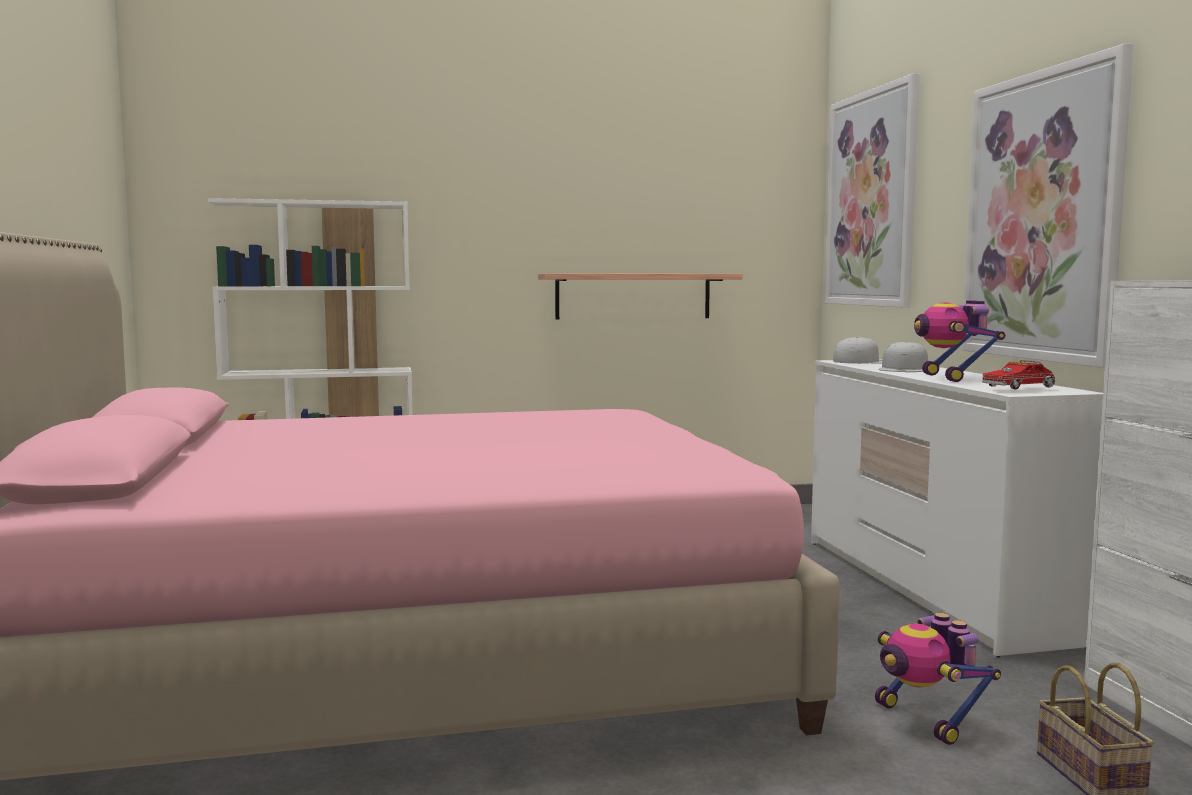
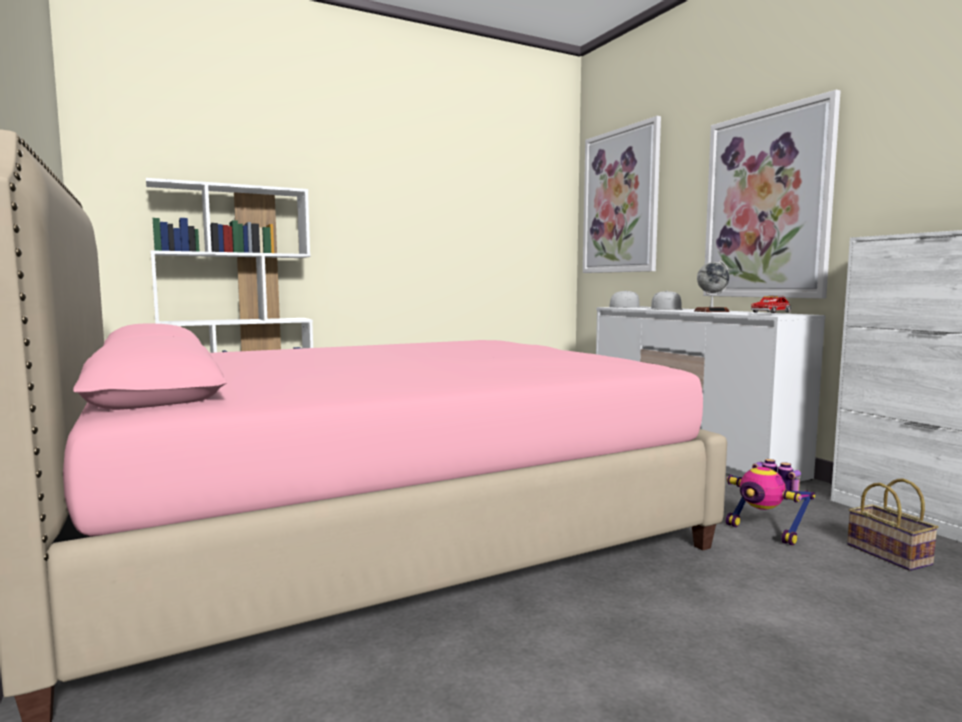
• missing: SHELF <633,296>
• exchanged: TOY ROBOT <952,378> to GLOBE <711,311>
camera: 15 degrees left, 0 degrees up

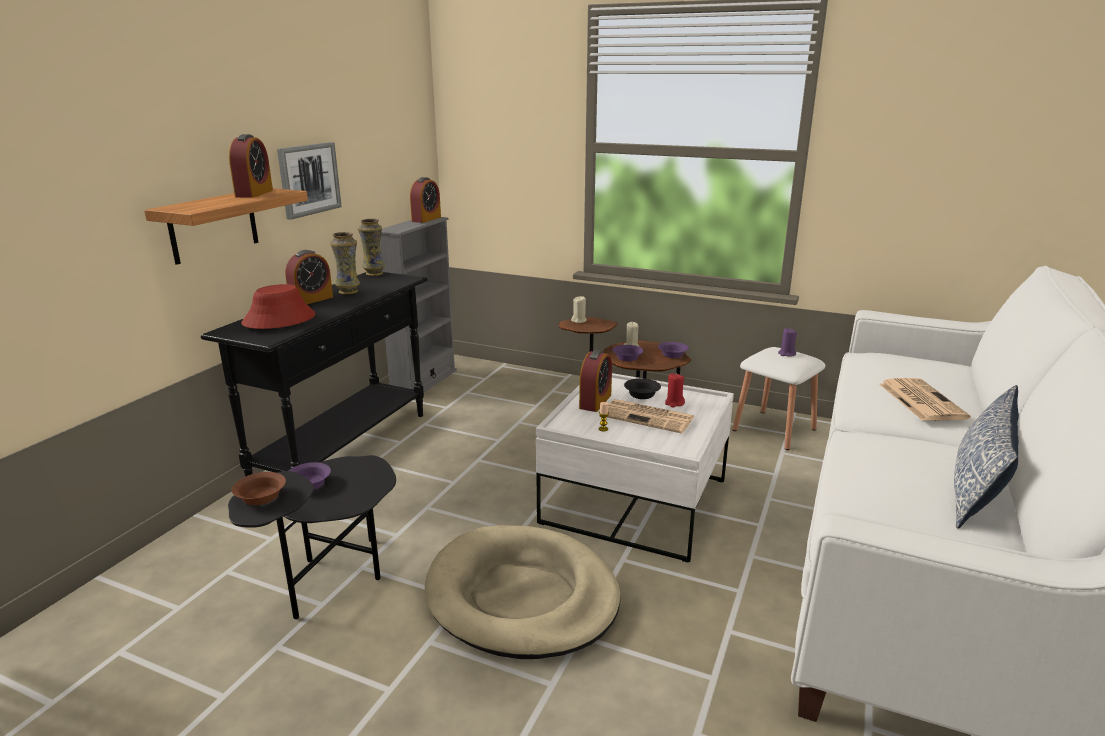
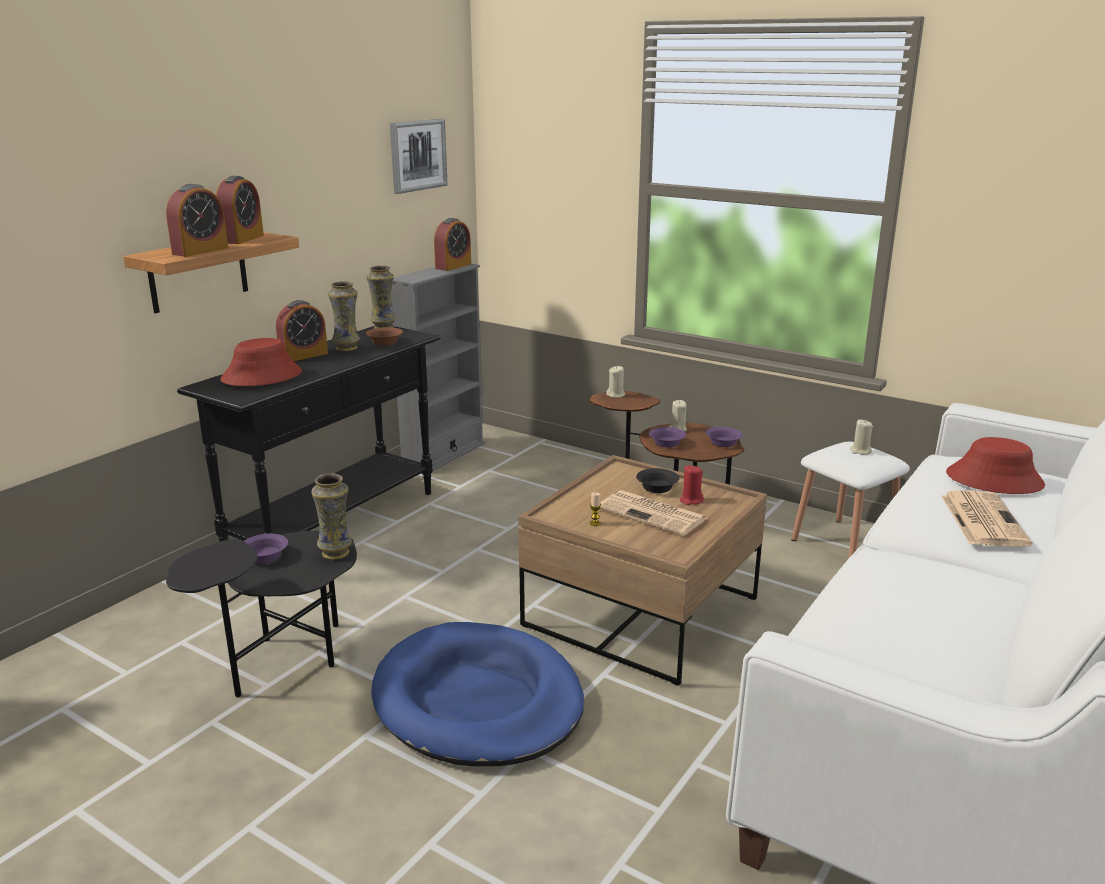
• relocated: BROWN BOWL <260,498> to <384,342>
• relocated: PICTURE <309,179> to <417,155>
• colour: BEIGE DOG BED <522,596> to BLUE DOG BED <478,701>
• colour: WHITE COFFEE TABLE <635,501> to BROWN COFFEE TABLE <641,612>
• relocated: ALARM CLOCK <595,401> to <200,251>
• colour: PURPLE CANDLE <786,354> to BEIGE CANDLE <860,451>
• missing: PILLOW <977,485>
• appeared: VASE <336,553>
• appeared: RED HAT <994,479>
camera: 10 degrees right, 0 degrees up

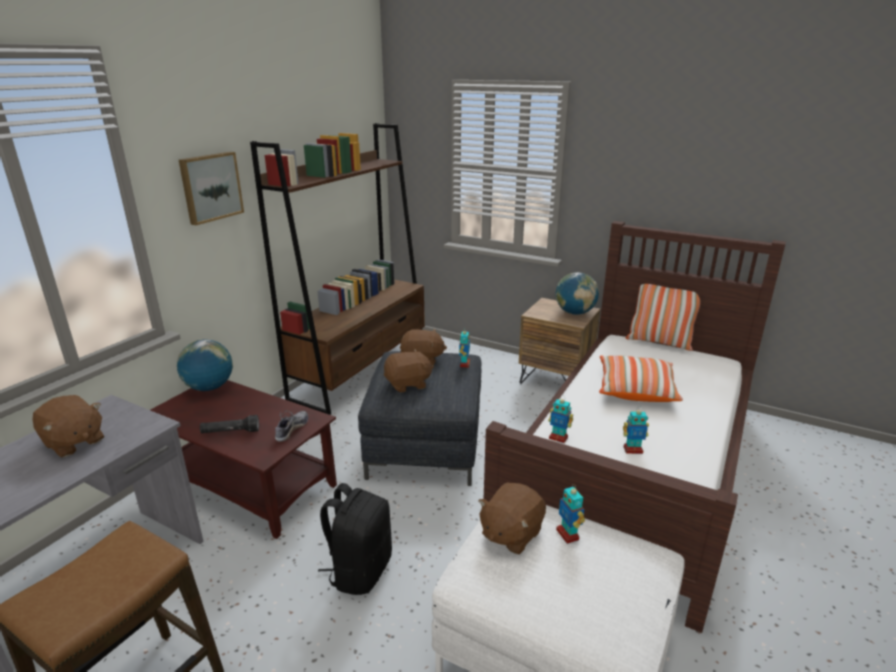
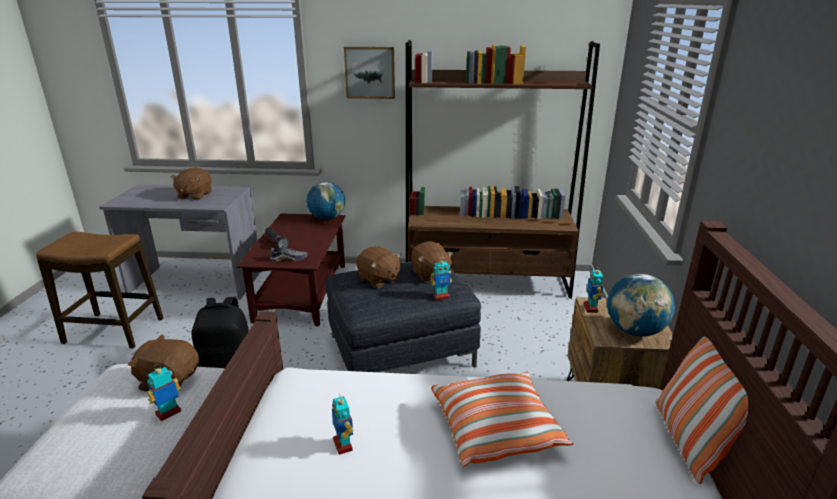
• relocated: TOY ROBOT <558,438> to <591,308>
camera: 65 degrees right, 0 degrees up

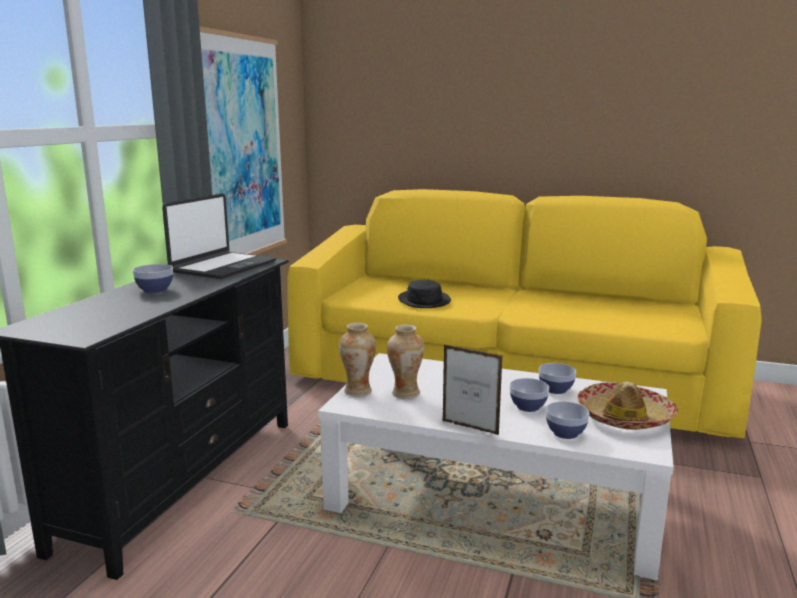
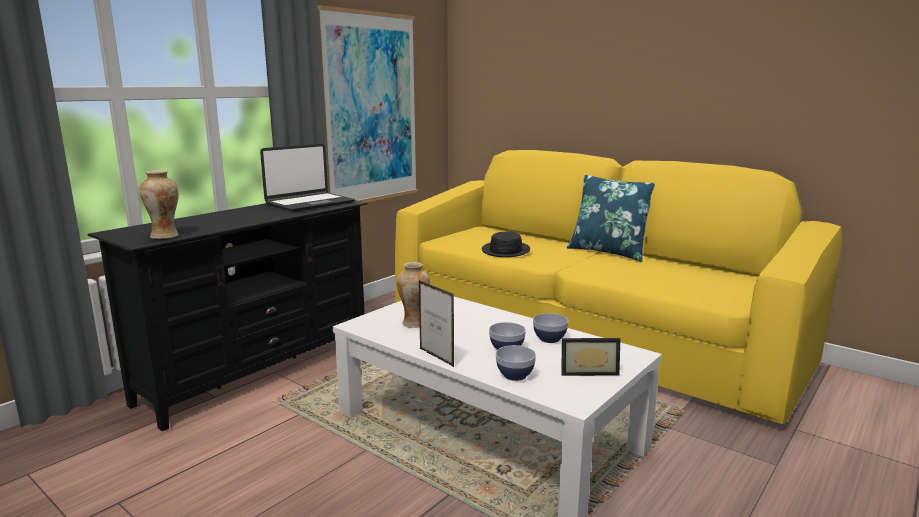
• missing: BOWL <155,290>
• relocated: VASE <358,391> to <165,236>
• exchanged: HAT <625,417> to PICTURE FRAME <588,371>
• appeared: BLUE PILLOW <609,252>
camera: 20 degrees right, 0 degrees up

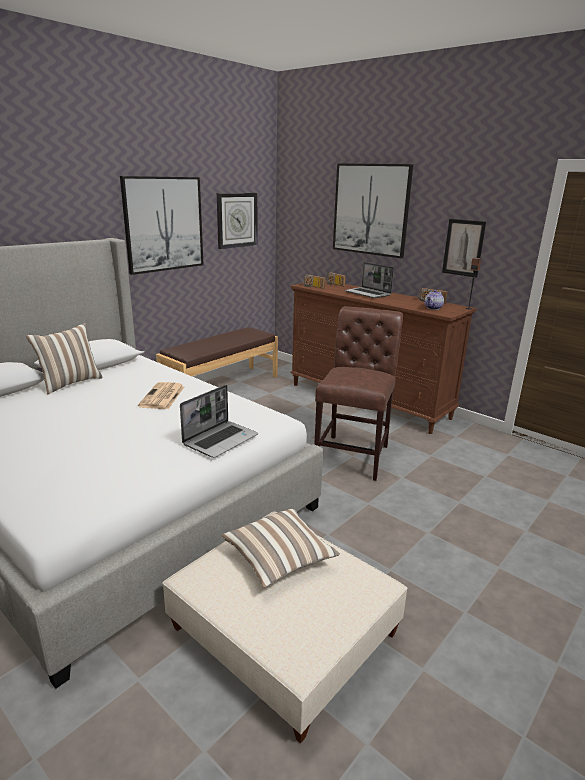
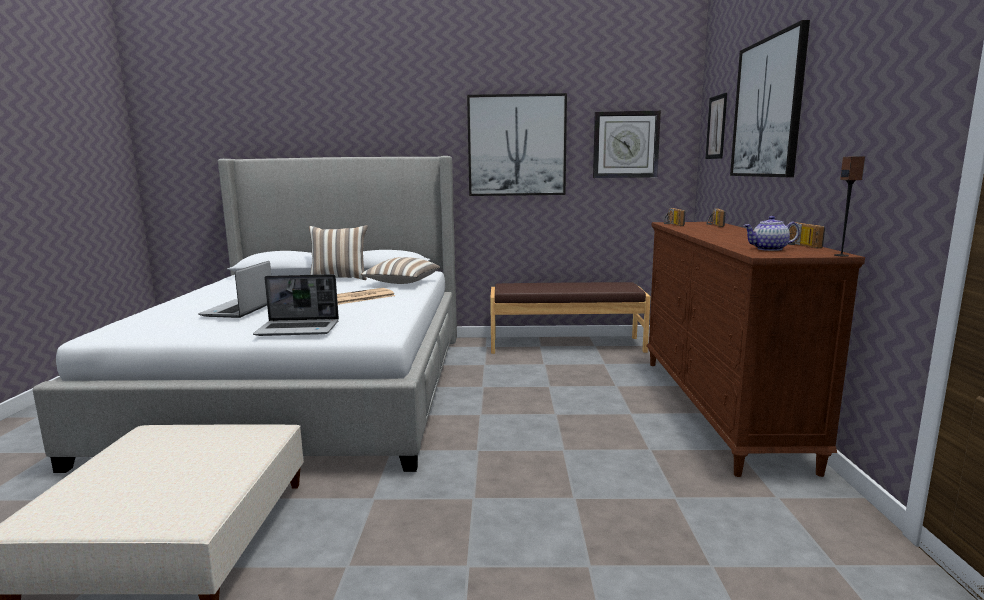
• relocated: PILLOW <279,559> to <401,283>
• missing: BROWN CHAIR <354,454>
• relocated: LAPTOP <368,294> to <238,310>
• relocated: PICTURE <463,248> to <716,127>
camera: 50 degrees right, 10 degrees down

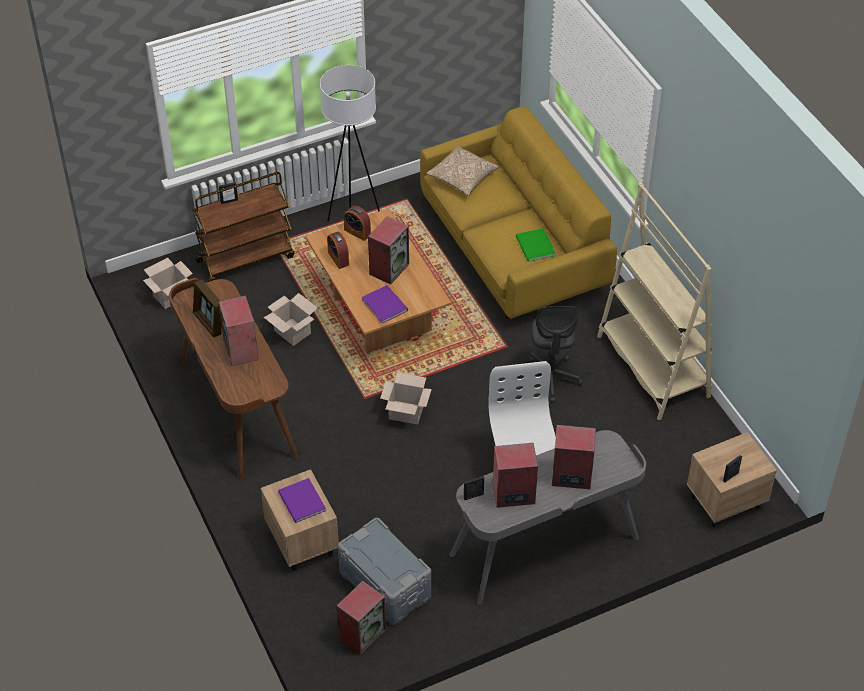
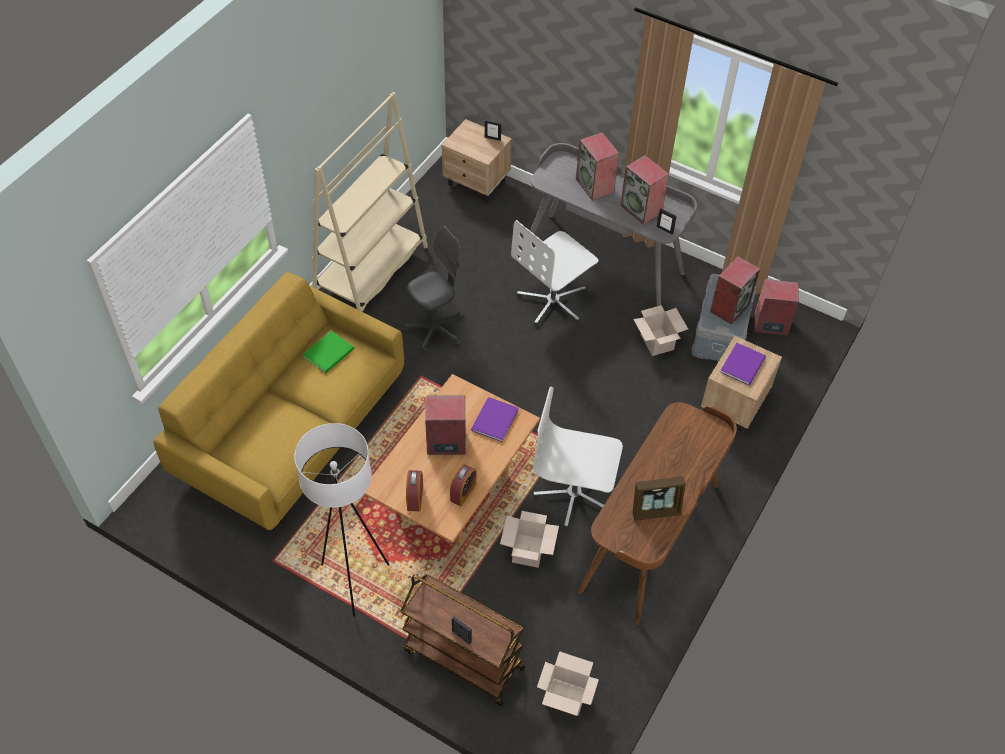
• spun: PICTURE FRAME <209,323> = <655,511> 60 degrees clockwise
• relocated: SPEAKER <241,350> to <729,307>
• relocated: CARDBOARD BOX <405,413> to <658,342>
• missing: PILLOW <462,178>
• appeared: WHITE OFFICE CHAIR <574,494>
camera: 125 degrees left, 5 degrees up

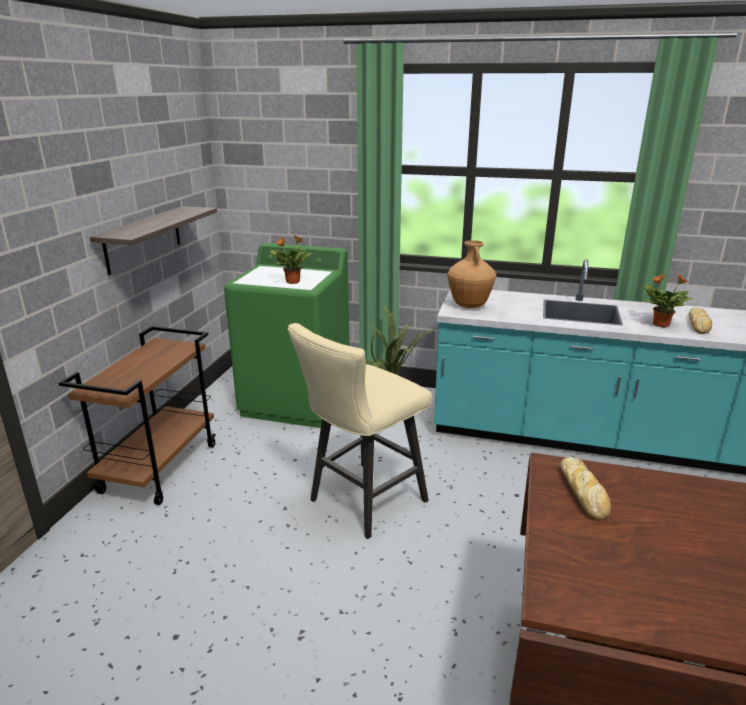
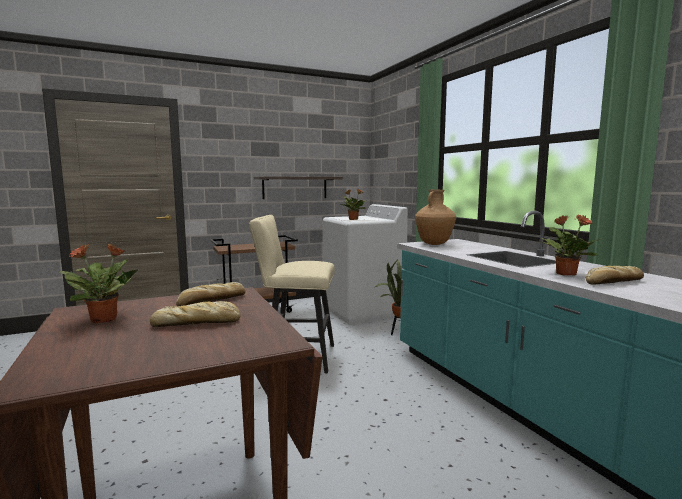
• colour: GREEN WASHING MACHINE <296,401> to WHITE WASHING MACHINE <363,311>
• appeared: POTTED PLANT <105,319>
• appeared: BREAD <198,323>
camera: 50 degrees right, 15 degrees down

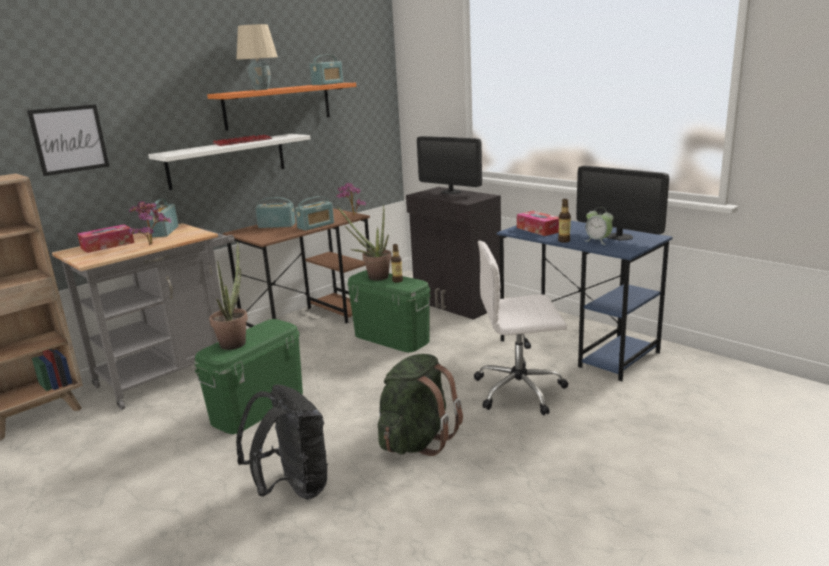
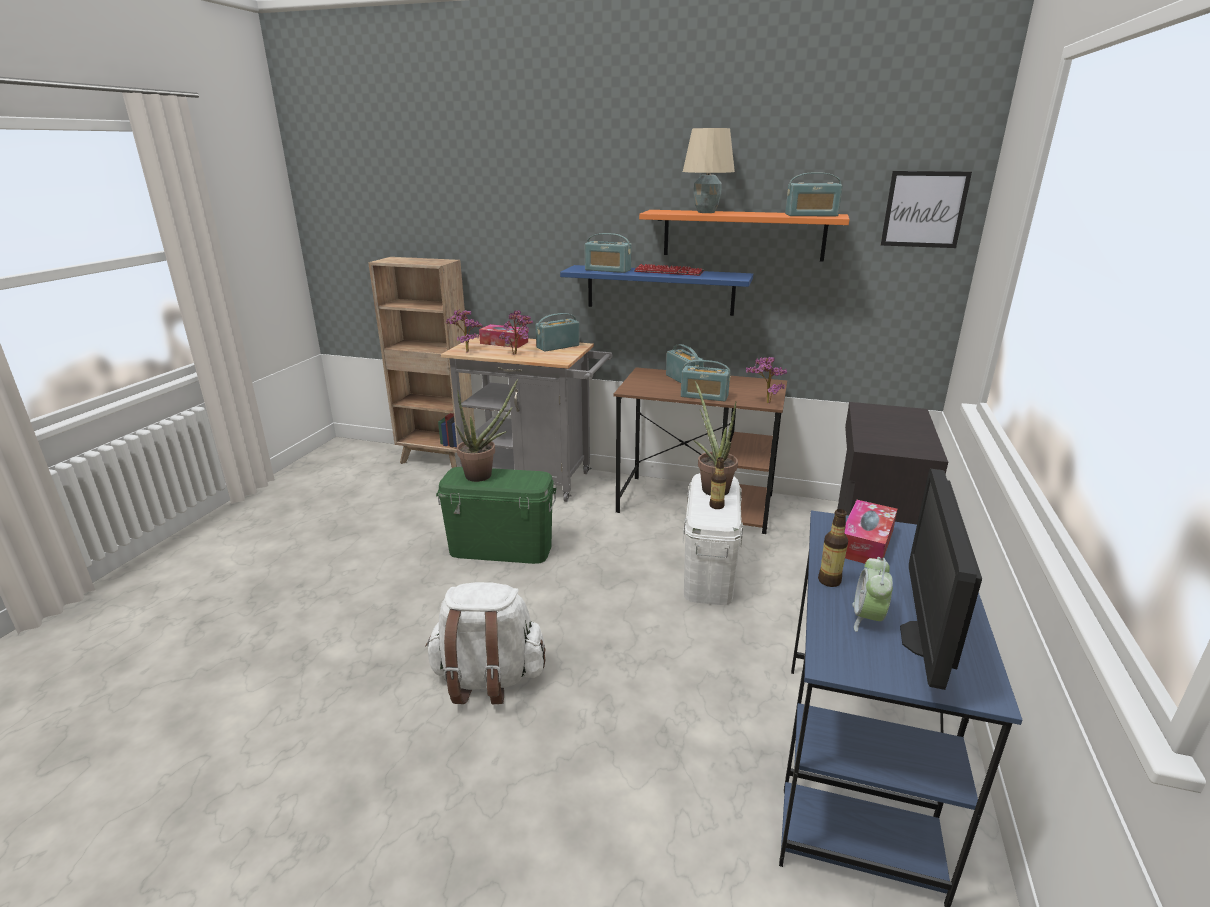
• relocated: PICTURE <69,139> to <924,209>
• colour: WHITE SHELF <227,161> to BLUE SHELF <659,290>
• missing: BLACK BACKPACK <292,488>
• colour: GREEN STORAGE BOX <391,338> to WHITE STORAGE BOX <708,571>
• colour: GREEN BACKPACK <417,440> to WHITE BACKPACK <488,678>
• missing: MONITOR <451,192>
• missing: WHITE OFFICE CHAIR <520,390>
• appeared: POTTED PLANT <465,351>
• appeared: RADIO <608,270>
camera: 60 degrees right, 5 degrees up

